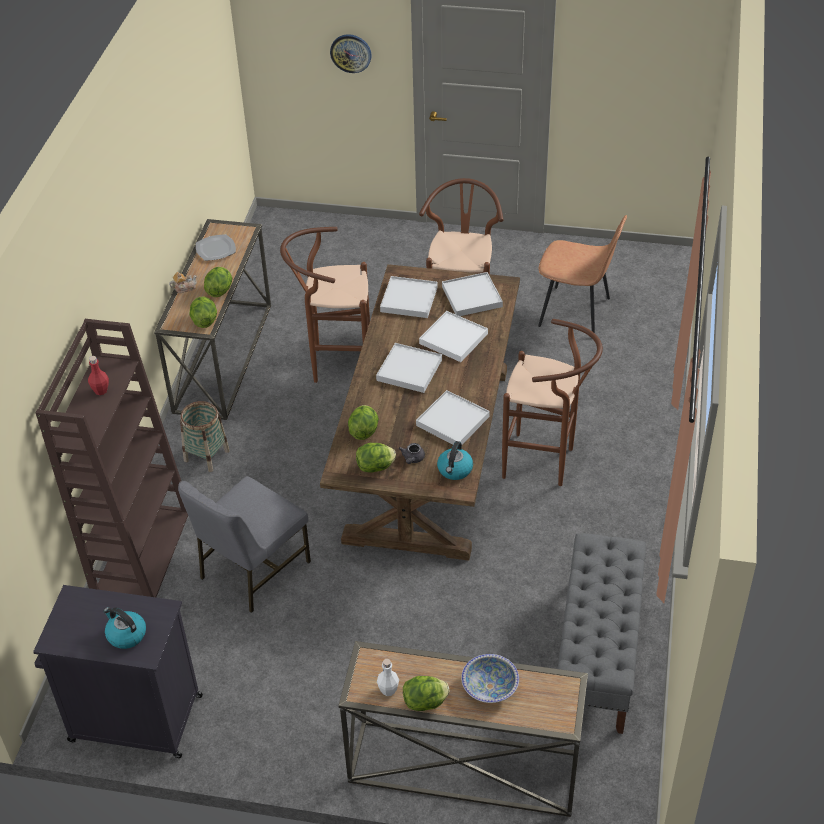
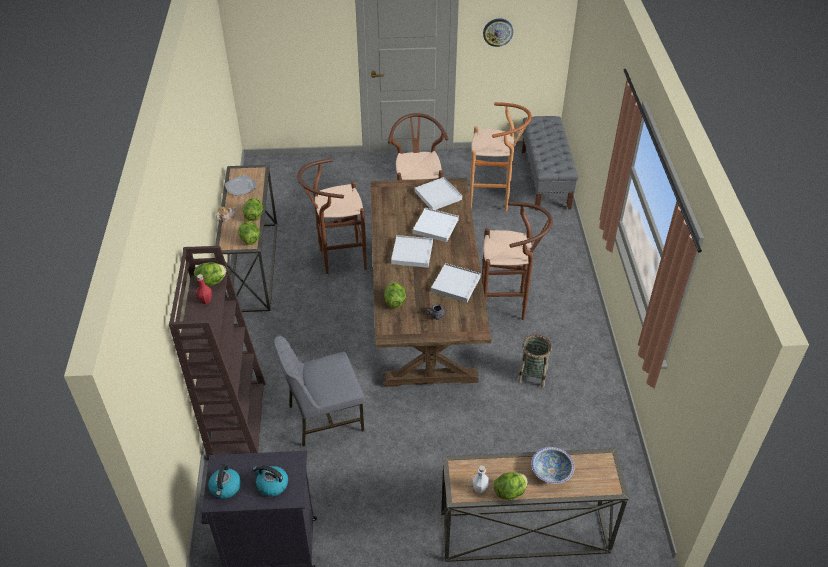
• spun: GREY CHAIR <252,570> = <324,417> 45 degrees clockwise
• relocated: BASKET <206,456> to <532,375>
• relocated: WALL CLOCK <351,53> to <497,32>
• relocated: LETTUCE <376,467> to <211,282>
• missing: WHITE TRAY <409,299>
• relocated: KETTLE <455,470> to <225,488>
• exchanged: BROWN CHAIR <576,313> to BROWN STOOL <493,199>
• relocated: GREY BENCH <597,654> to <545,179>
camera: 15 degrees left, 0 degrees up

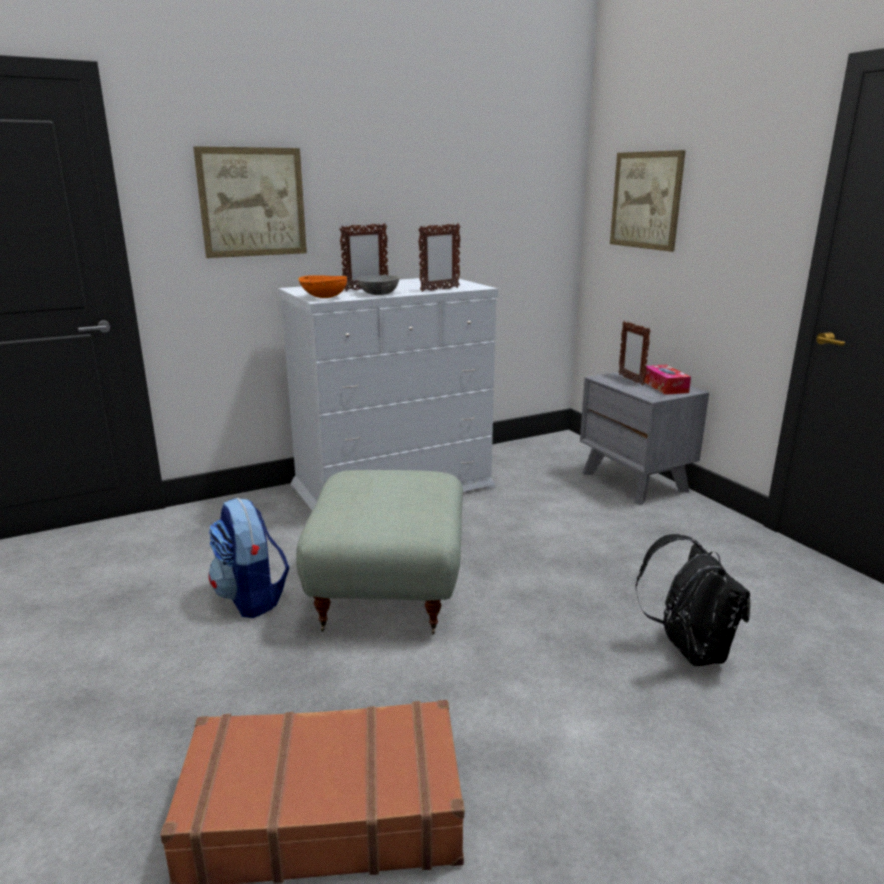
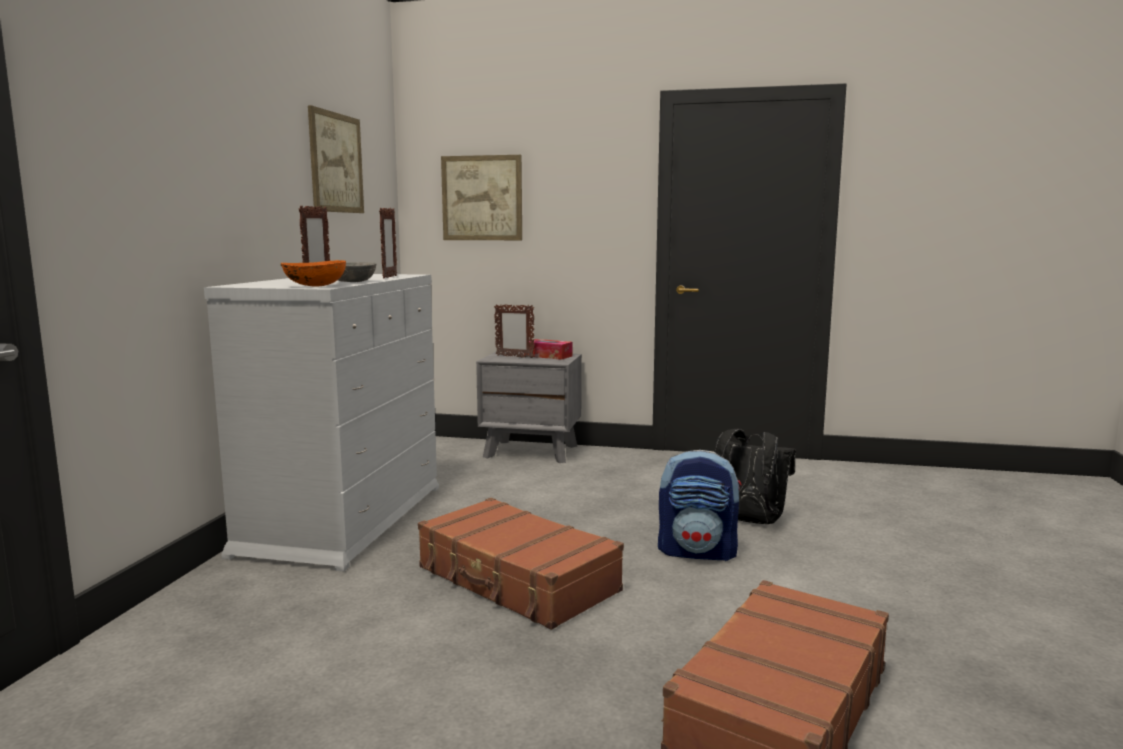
• relocated: PICTURE <252,202> to <336,163>
• relocated: BACKPACK <251,598> to <698,552>
• exchanged: GREY OTTOMAN <390,590> to BROWN SUITCASE <516,580>
camera: 50 degrees left, 10 degrees down

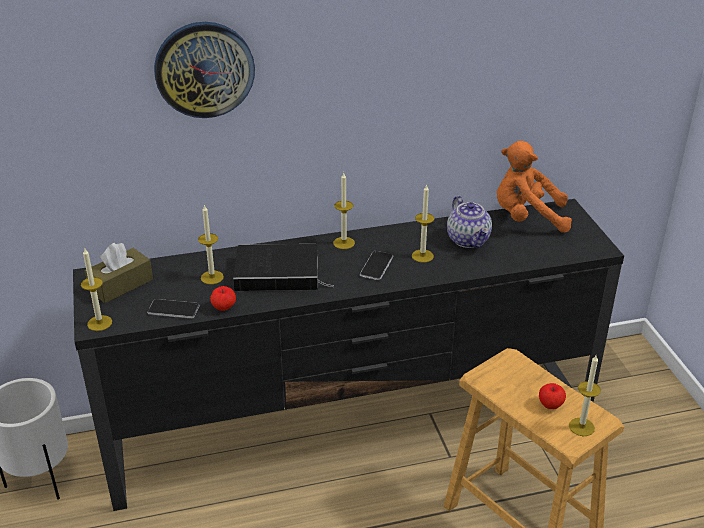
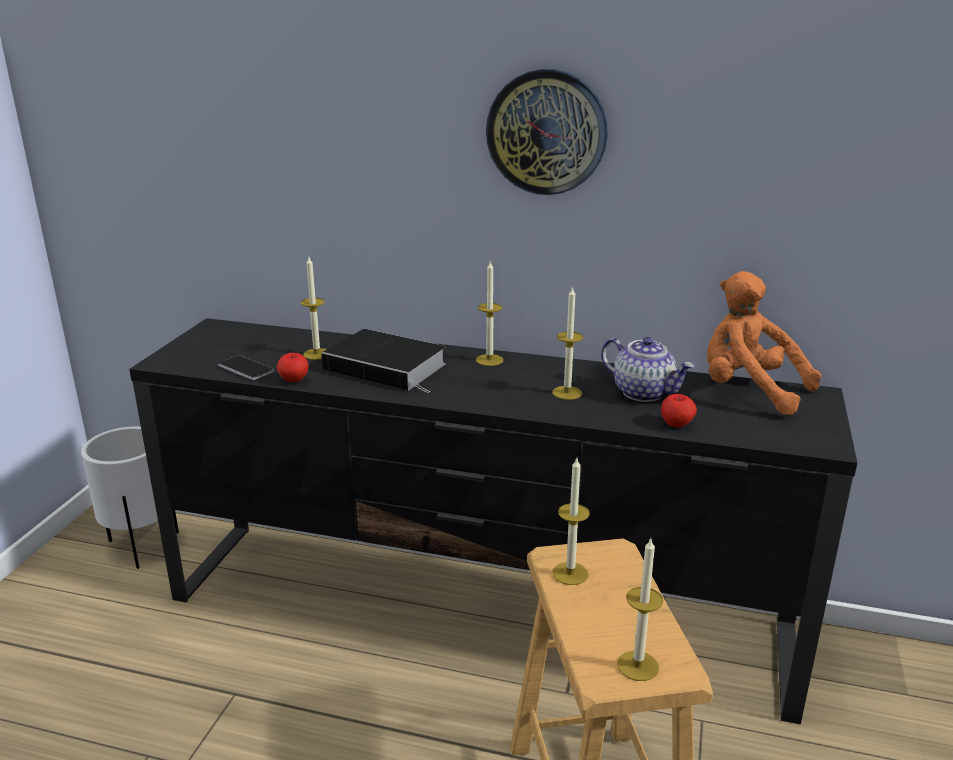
• relocated: CANDLE <99,323> to <570,573>
• missing: BROWN TISSUE BOX <121,285>
• relocated: WALL CLOCK <204,69> to <547,132>
• missing: PHONE <376,266>
• spun: TEAPOT <469,240> = <644,392> 60 degrees counterclockwise
• relocated: APPLE <550,405> to <676,424>
camera: 30 degrees right, 10 degrees down

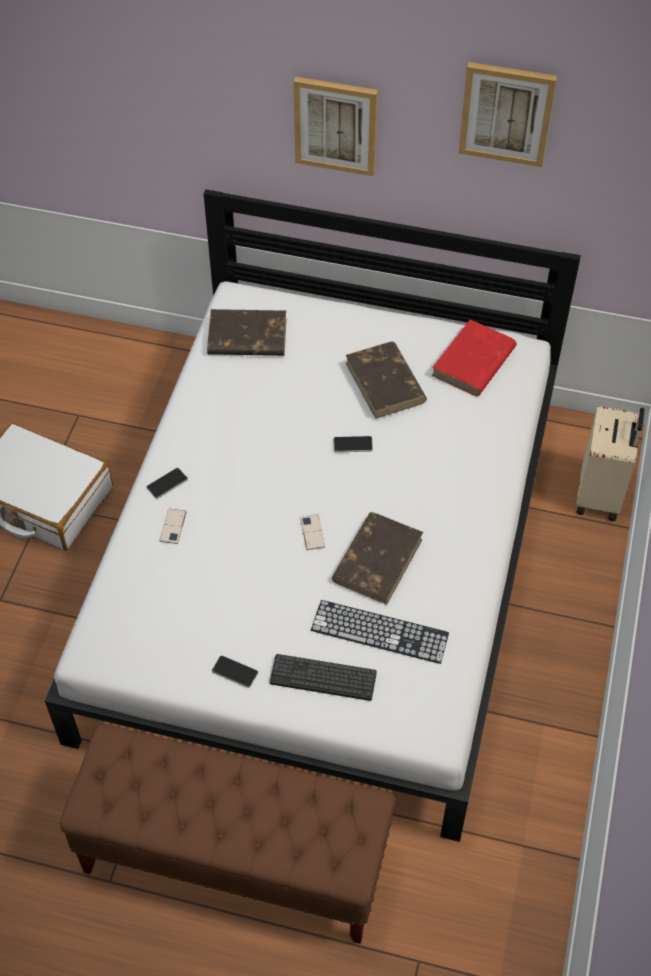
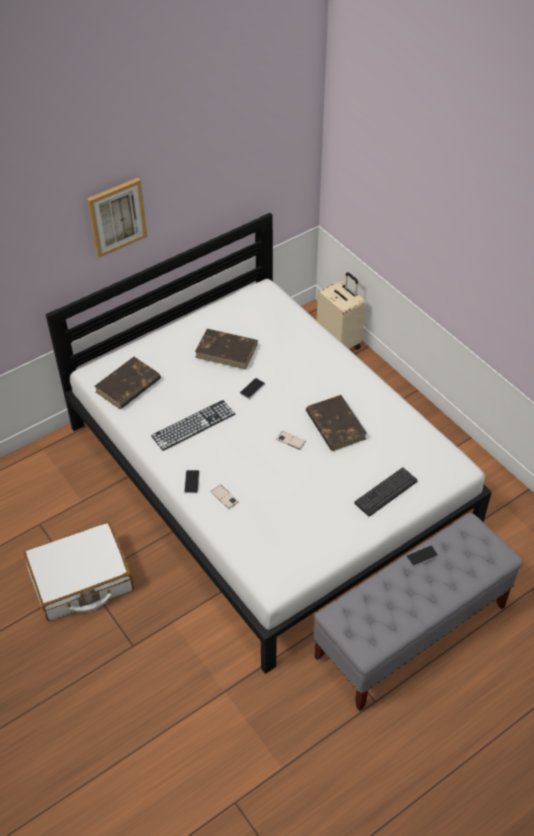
• colour: BROWN BENCH <236,858> to GREY BENCH <411,631>
• relocated: PHONE <235,672> to <422,556>
• relocated: KEYBOARD <380,632> to <193,425>
• missing: RED BOOK <473,362>
• missing: PICTURE <506,113>
camera: 50 degrees left, 5 degrees down

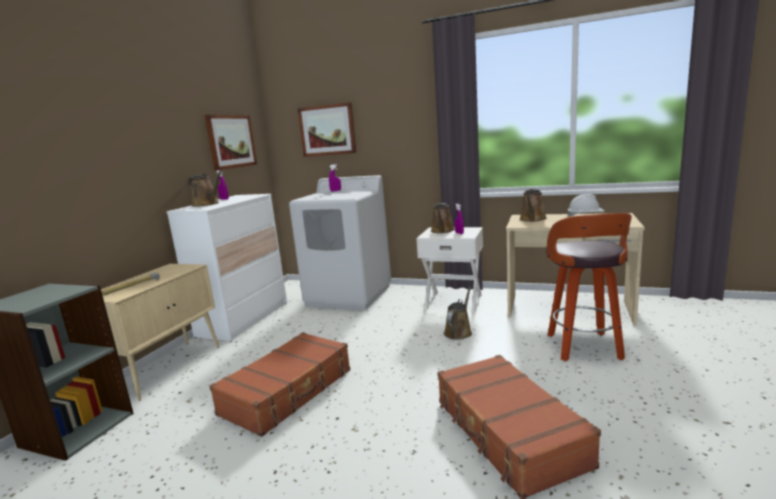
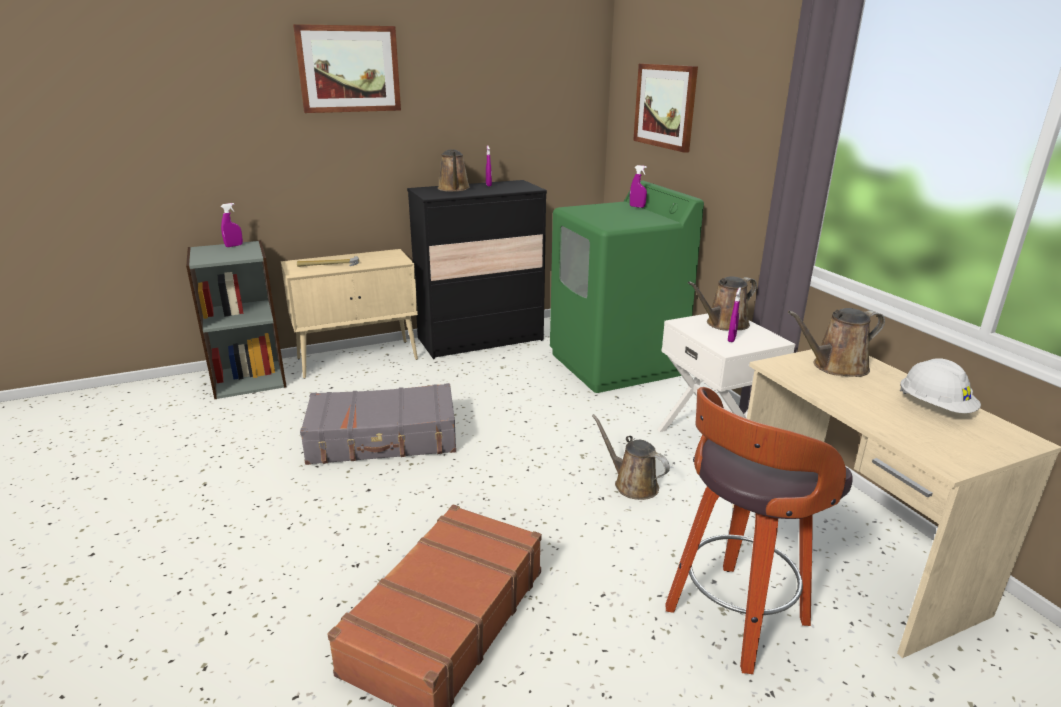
• colour: WHITE DRESSER <244,319> to BLACK DRESSER <480,340>
• relocated: PICTURE <231,141> to <349,69>
• colour: BROWN SUITCASE <288,392> to GREY SUITCASE <383,439>
• colour: WHITE WASHING MACHINE <349,295> to GREEN WASHING MACHINE <615,364>
• spun: BROWN WATERING CAN <459,332> = <632,484> 120 degrees counterclockwise
• appeared: PURPLE SPRAY BOTTLE <234,246>
camera: 45 degrees right, 10 degrees up

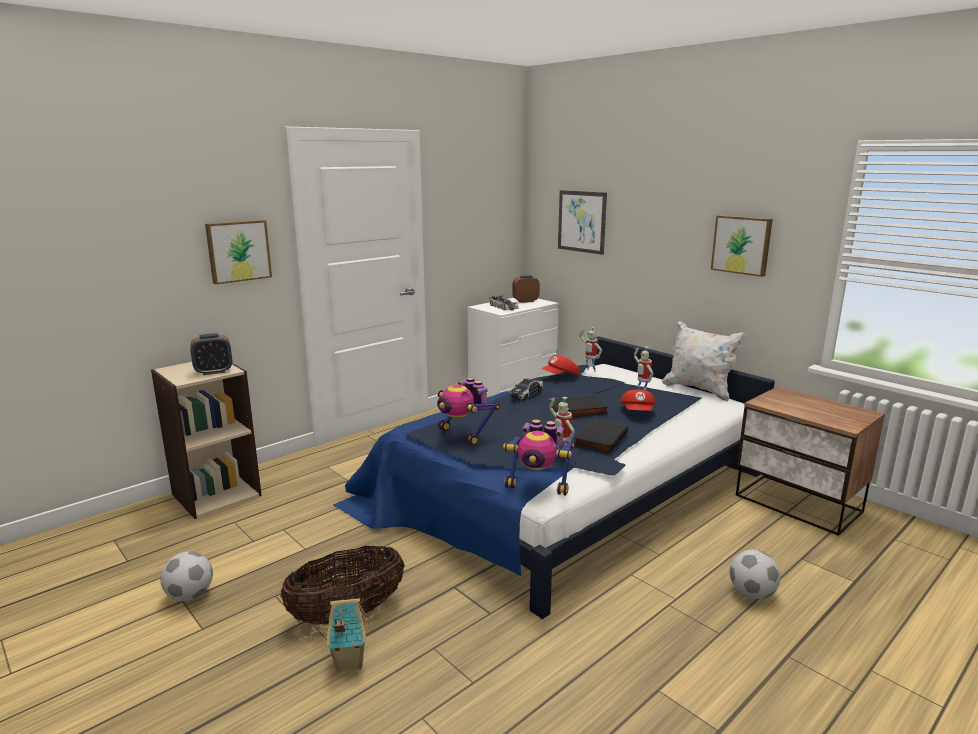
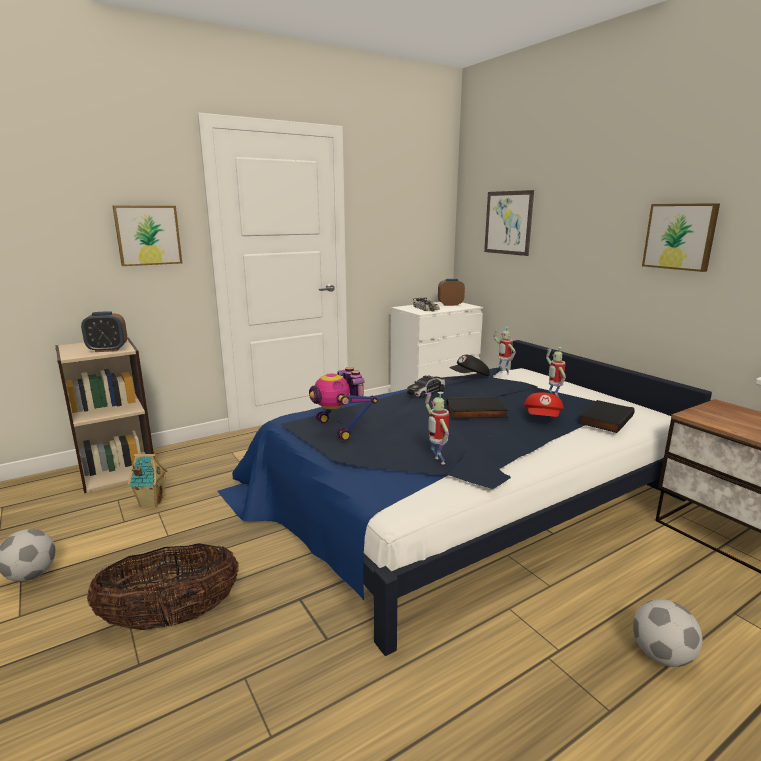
• relocated: TOY HOUSE <348,661> to <151,502>
• missing: TOY ROBOT <538,486>
• colour: RED CAP <560,376> to BLACK CAP <470,376>
• relocated: BLACK BOOK <599,439> to <604,419>
• missing: WHITE PILLOW <698,390>
camera: 10 degrees right, 0 degrees up

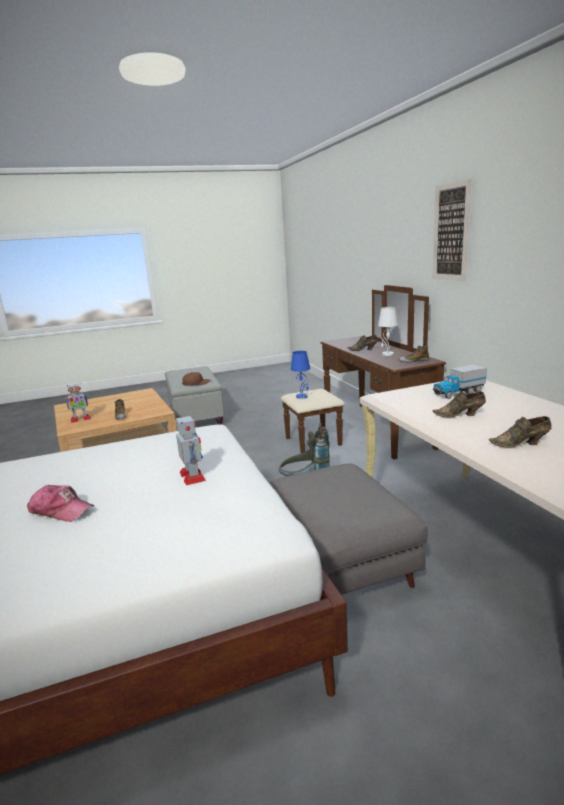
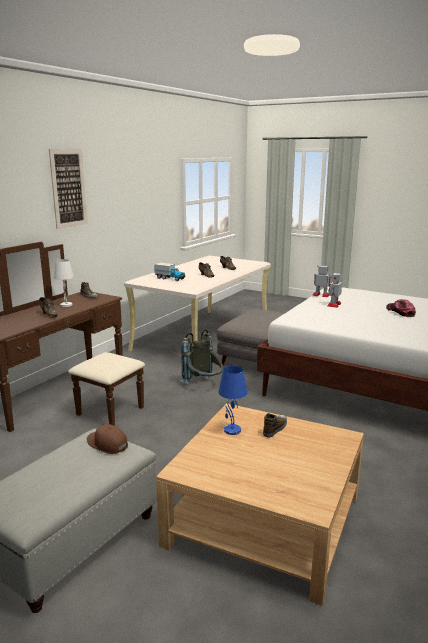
• relocated: TOY ROBOT <80,419> to <321,295>
• relocated: BLUE TABLE LAMP <302,396> to <231,430>
camera: 130 degrees left, 0 degrees up

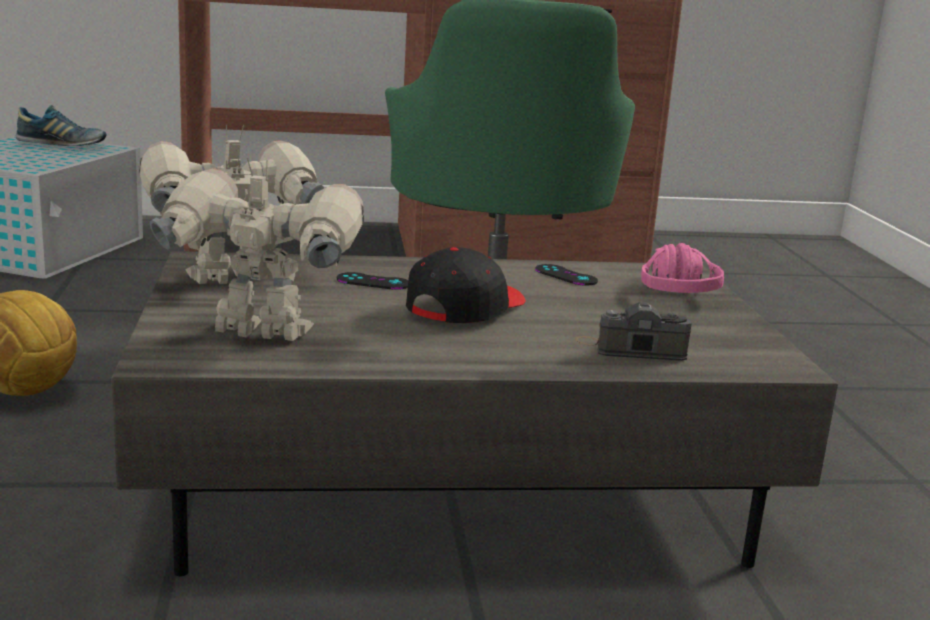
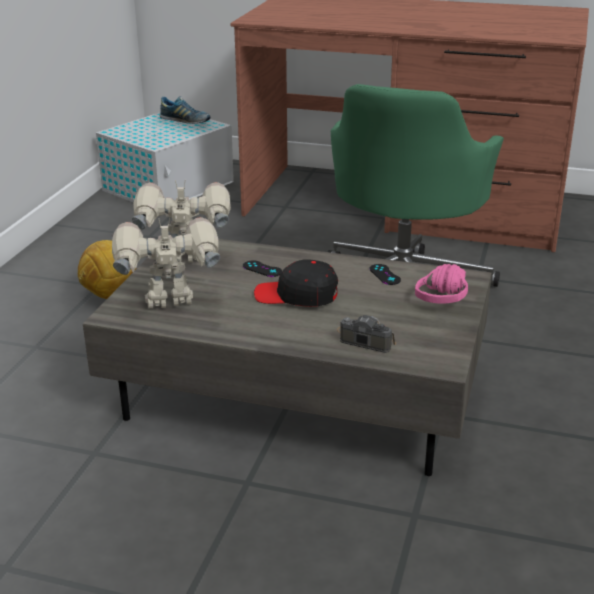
• spun: TOY ROBOT <260,335> = <170,304> 45 degrees counterclockwise
• spun: BLACK CAP <465,308> = <297,295> 135 degrees counterclockwise
camera: 25 degrees right, 10 degrees up

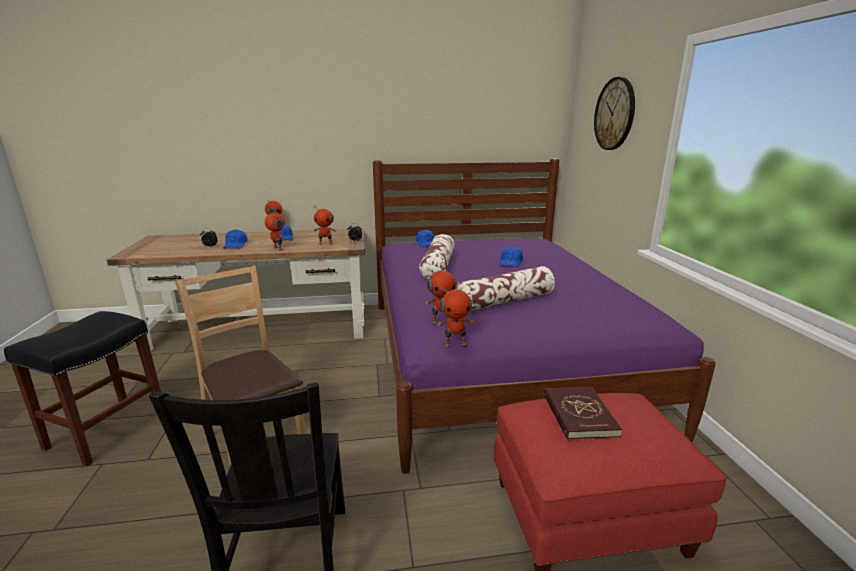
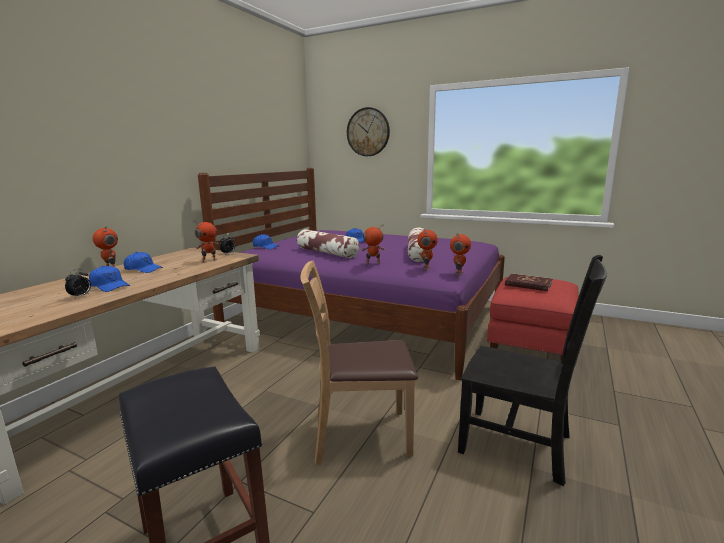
• relocated: TOY ROBOT <277,249> to <373,263>
camera: 55 degrees left, 5 degrees down

